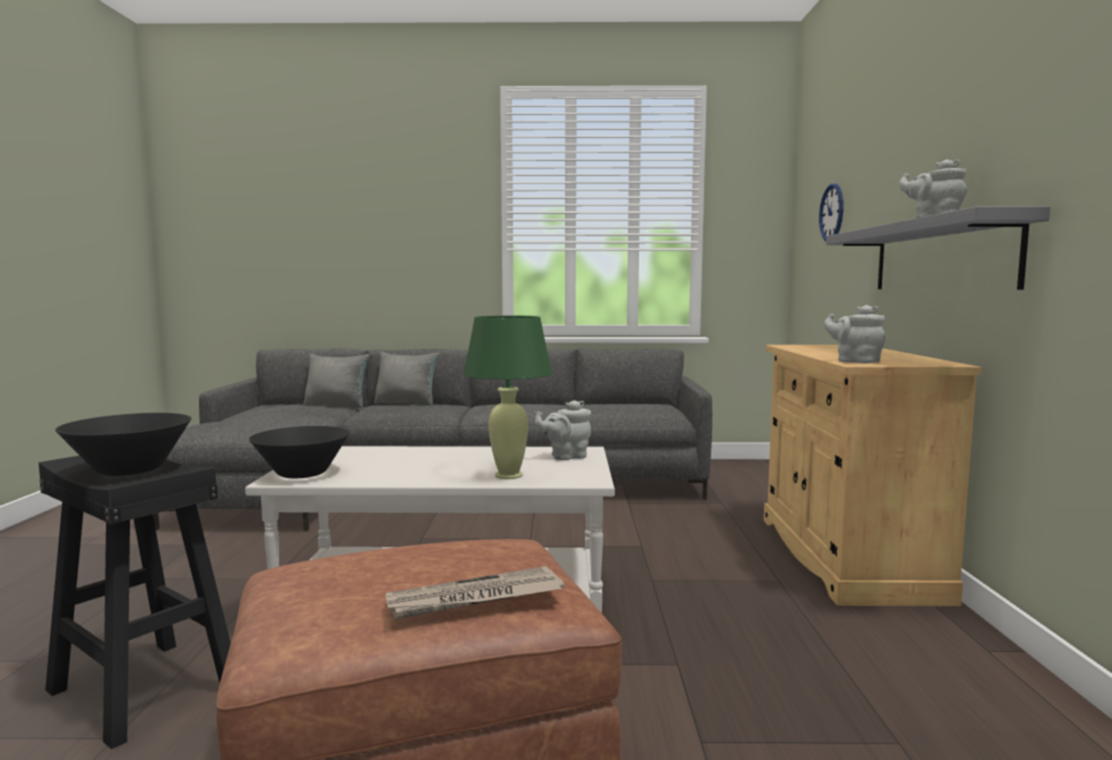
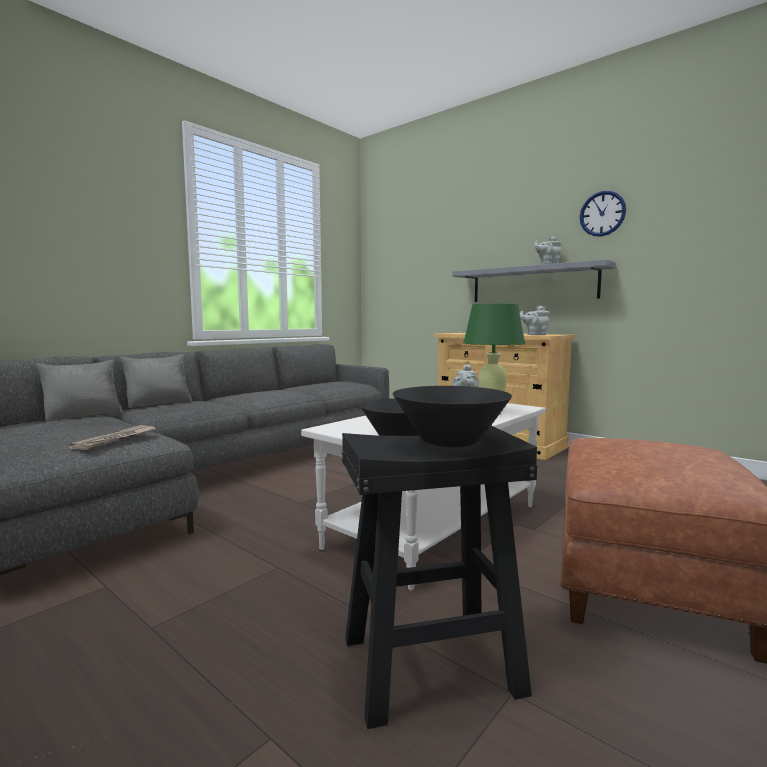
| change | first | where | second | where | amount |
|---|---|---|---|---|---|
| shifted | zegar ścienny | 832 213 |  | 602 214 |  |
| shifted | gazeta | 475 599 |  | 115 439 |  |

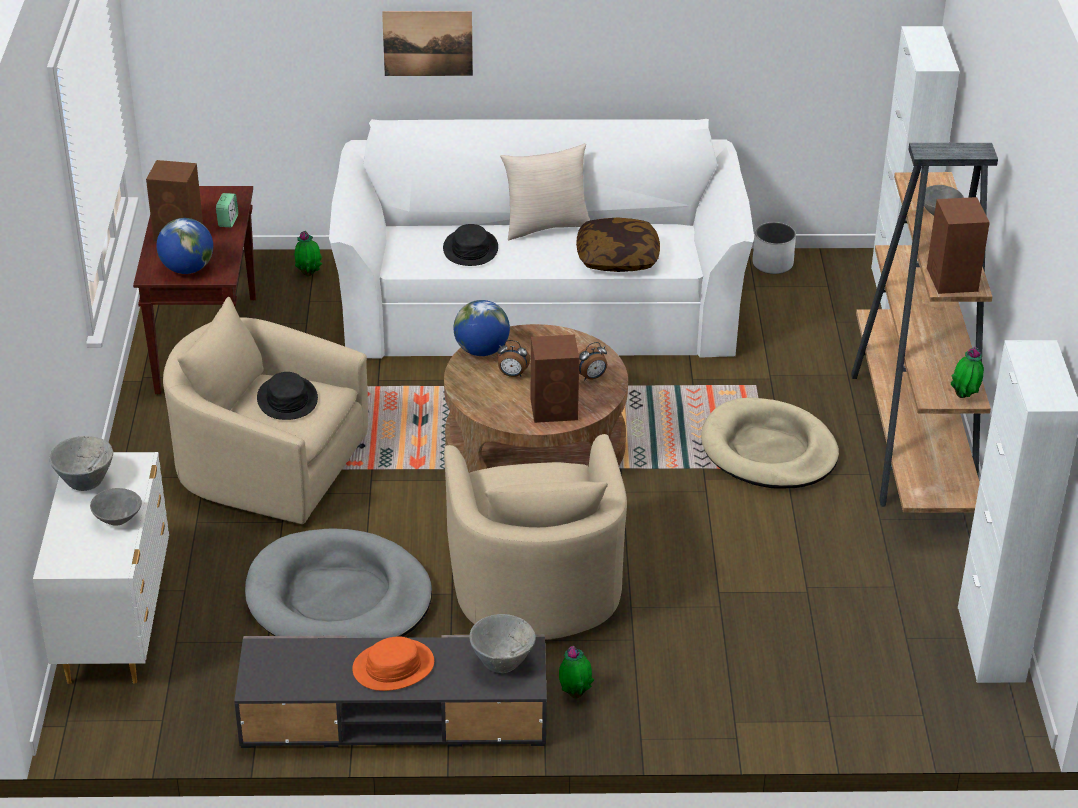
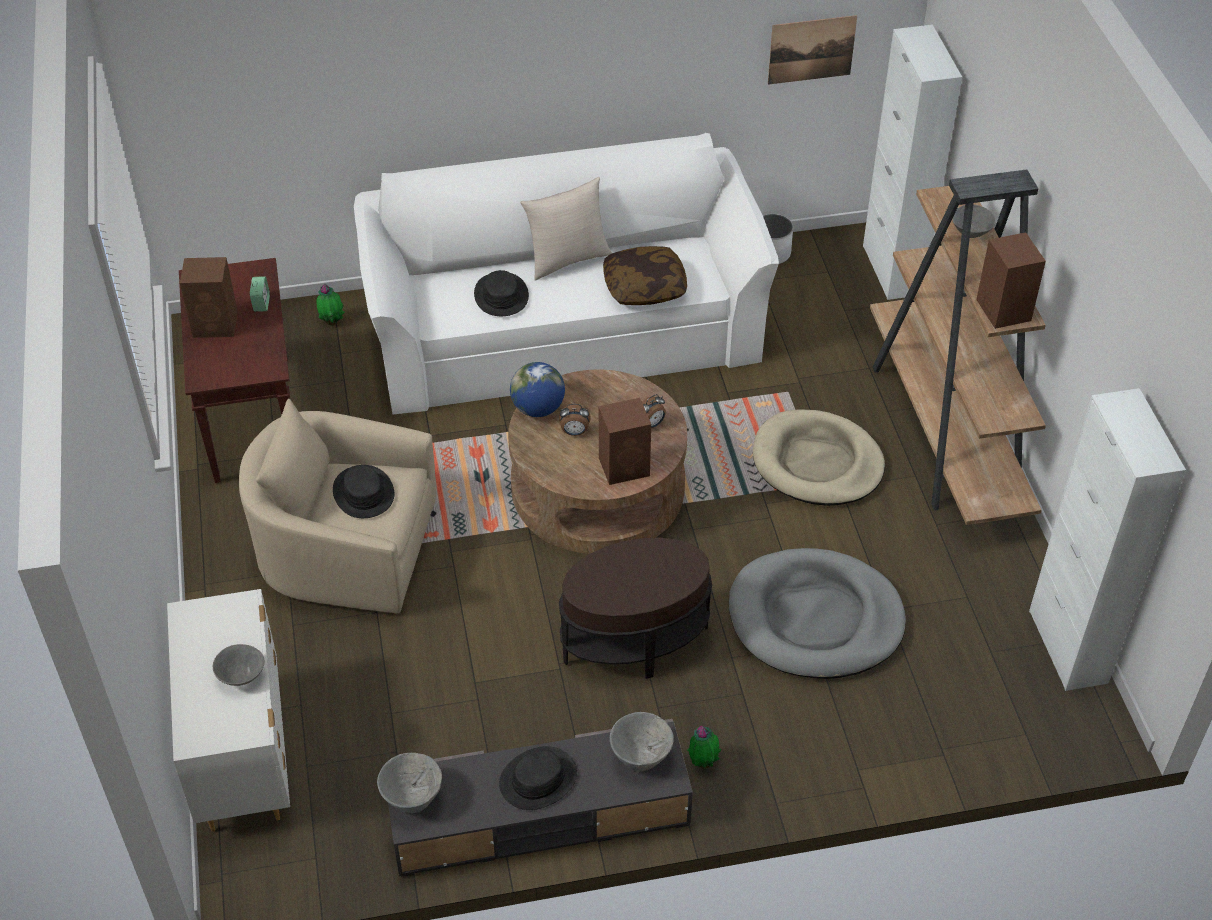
| change | first | where | second | where | amount |
|---|---|---|---|---|---|
| shifted | obraz | 427 43 |  | 811 49 |  |
| gone | globus | 187 269 |  |  |  |
| gone | roślina doniczkowa | 965 397 |  |  |  |
| swapped | fotel [beżowy] | 535 580 | stolik [brązowy] | 635 641 |  |
| shifted | miska [szary] | 85 482 |  | 412 798 |  |
| shifted | legowisko [szary] | 338 598 |  | 815 619 |  |
| repainted | kapelusz [pomarańczowy] | 393 667 | kapelusz [czarny] | 538 779 |  |

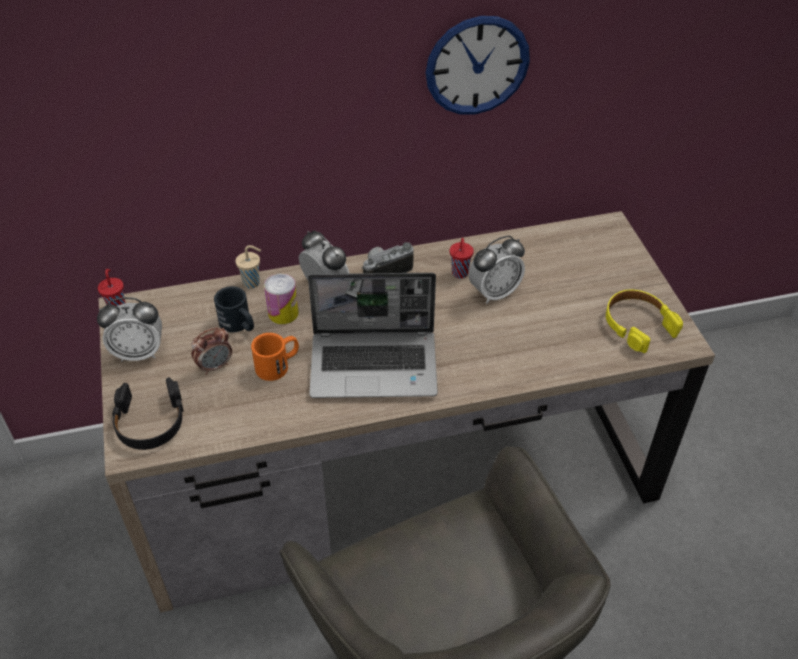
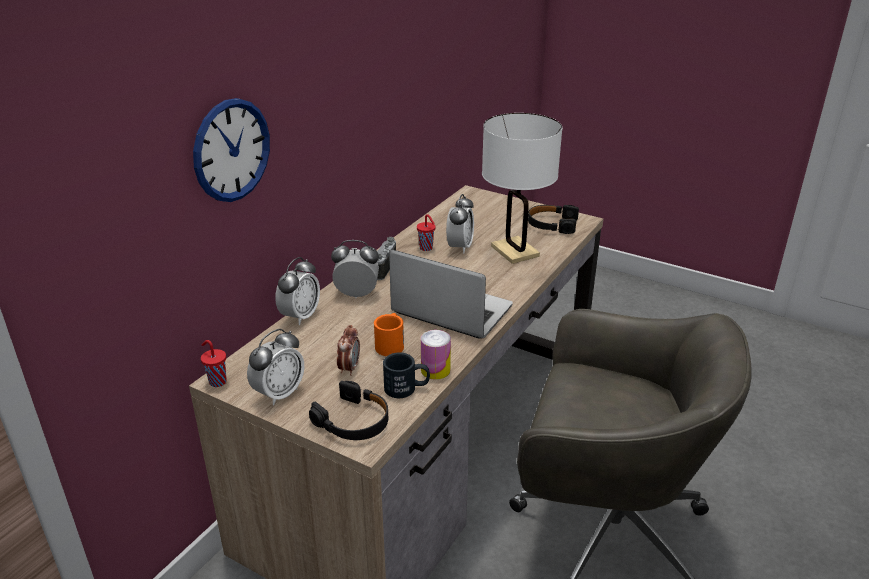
| change | first | where | second | where | amount |
|---|---|---|---|---|---|
| shifted | zegar ścienny | 477 65 |  | 232 150 |  |
| swapped | filiżanka [beżowy] | 252 282 | budzik | 300 316 |  |
| rotated | laptop | 375 364 |  | 450 310 | 105 degrees counterclockwise |
| shifted | puszka | 283 313 |  | 435 370 |  |
| shifted | kubek [czarny] | 239 325 |  | 407 388 |  |
| repainted | słuchawki [żółty] | 637 325 | słuchawki [czarny] | 552 224 |  |
| new |  |  | lampa stołowa [biały] | 514 251 |  |

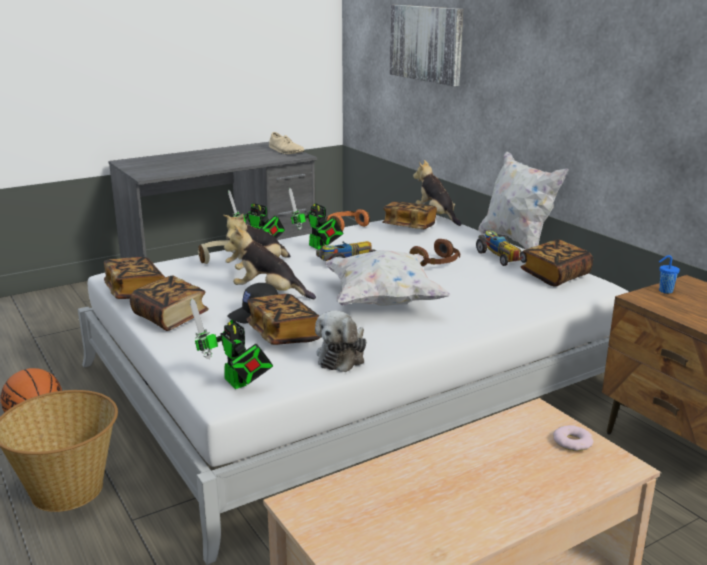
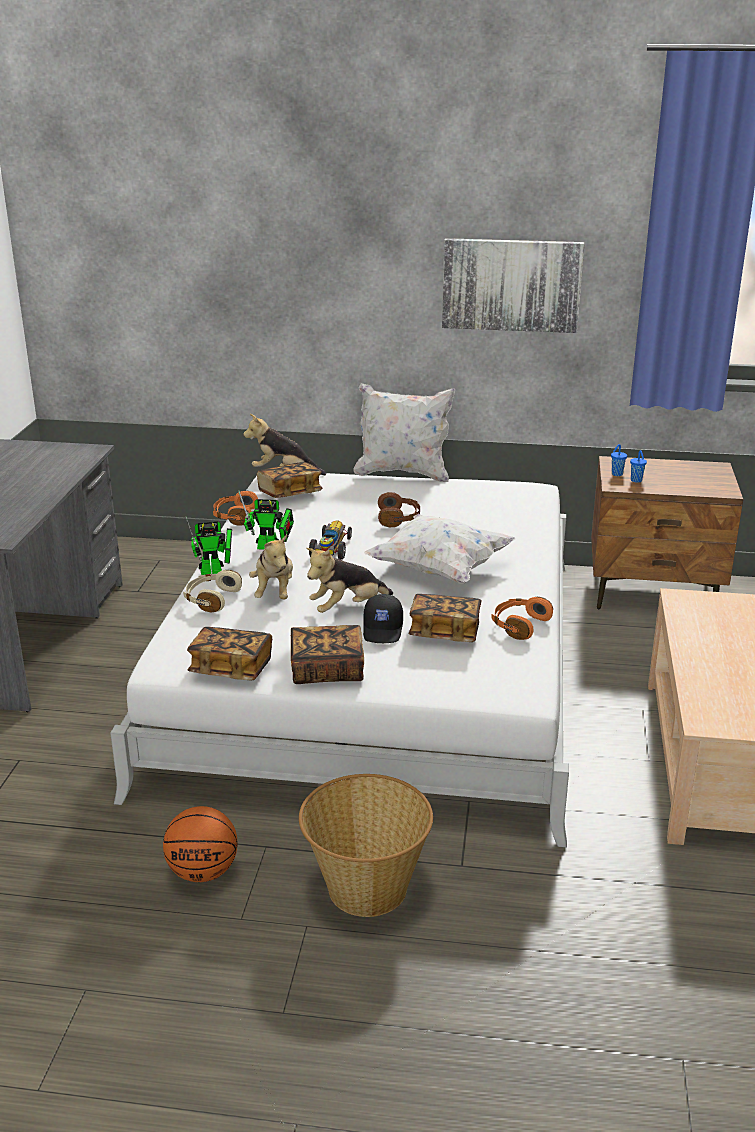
| change | first | where | second | where | amount |
|---|---|---|---|---|---|
| shifted | obraz | 426 43 |  | 511 285 |  |
| gone | but [beżowy] | 286 151 |  |  |  |
| gone | samochodzik | 499 256 |  |  |  |
| gone | książka | 555 276 |  |  |  |
| gone | robot zabawkowy | 237 384 |  |  |  |
| swapped | pluszak | 342 356 | słuchawki [pomarańczowy] | 519 625 |  |
| gone | donut | 572 442 |  |  |  |
| new |  |  | filiżanka [niebieski] | 636 481 |  |

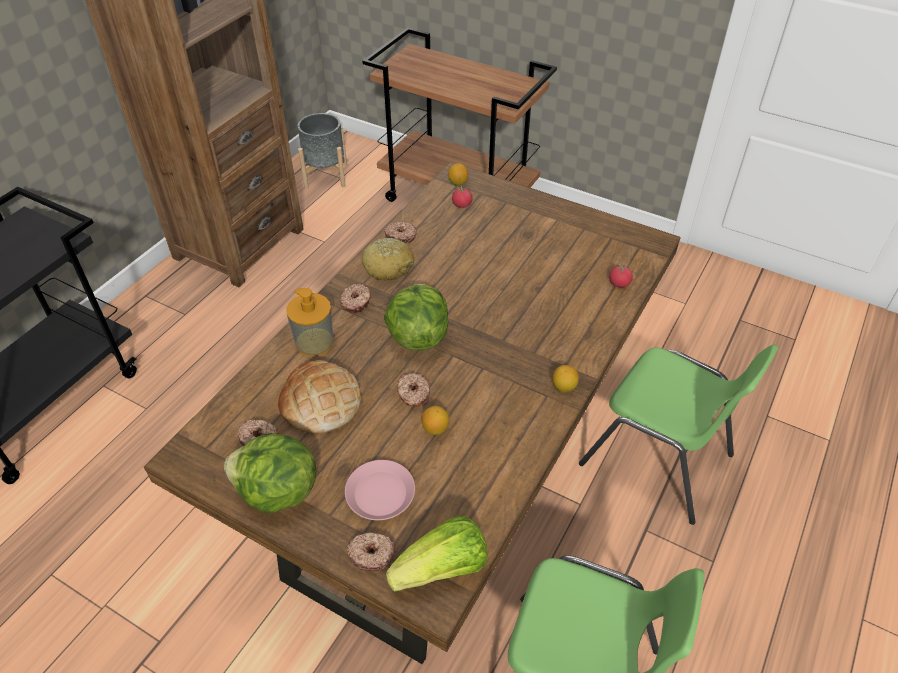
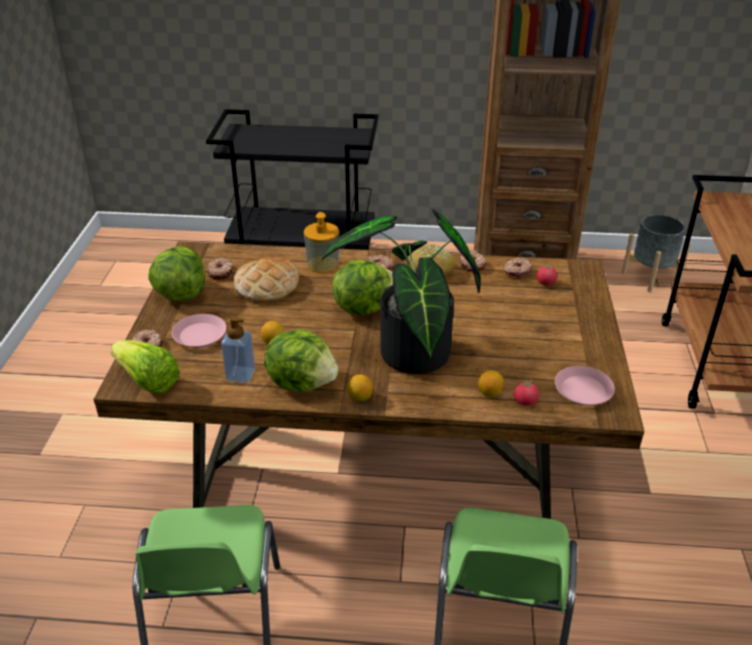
| change | first | where | second | where | amount |
|---|---|---|---|---|---|
| shifted | cytryna | 457 183 |  | 489 393 |  |
| shifted | donut | 413 394 |  | 517 272 |  |
| new |  |  | roślina doniczkowa | 411 358 |  |
| new |  |  | dozownik mydła | 240 375 |  |
| new |  |  | sałata | 302 382 |  |
| new |  |  | talerz [różowy] | 583 390 |  |

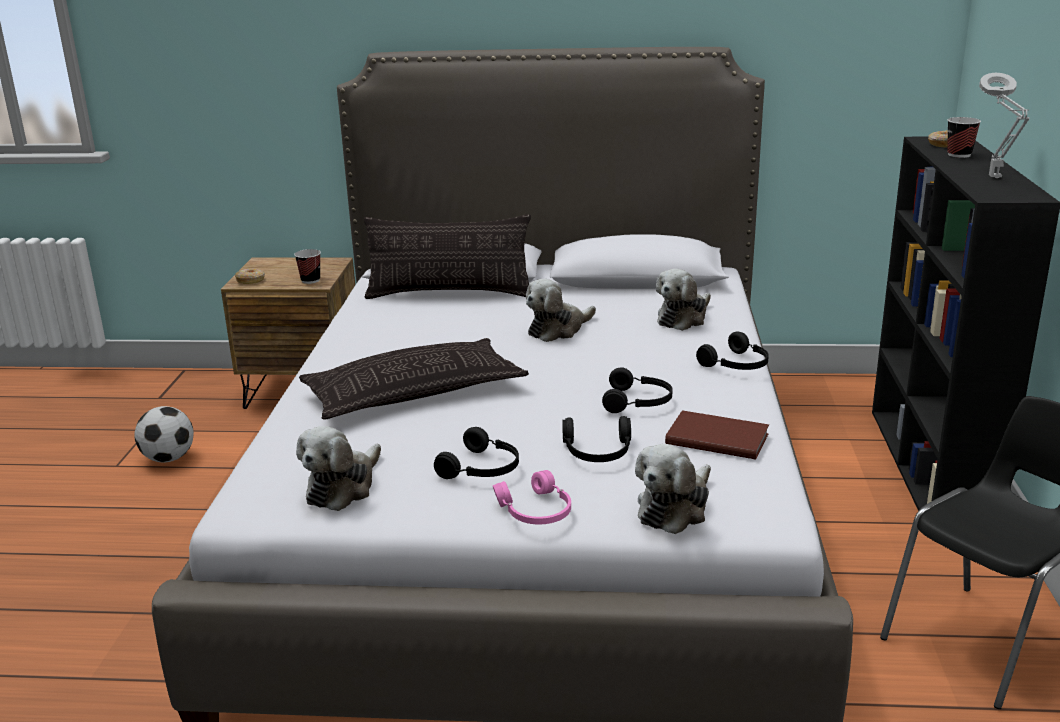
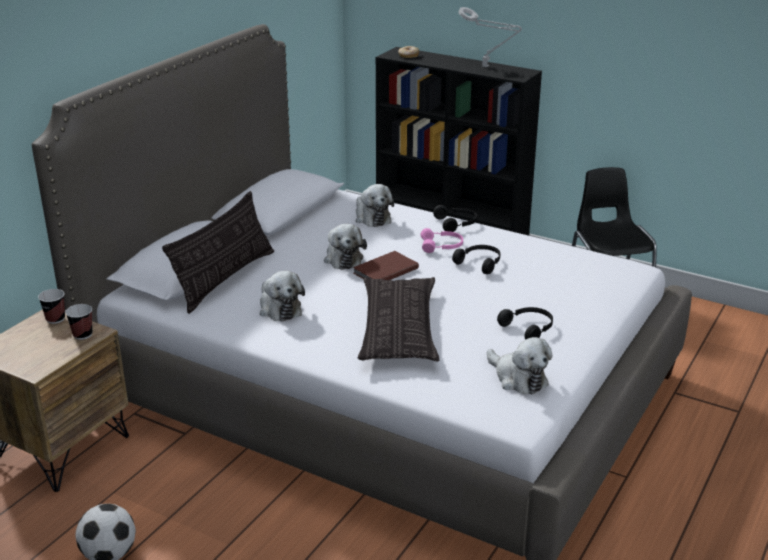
| change | first | where | second | where | amount |
|---|---|---|---|---|---|
| shifted | filiżanka | 959 155 |  | 55 319 |  |
| gone | donut | 251 280 |  |  |  |
| shifted | książka [brązowy] | 716 438 |  | 384 270 |  |
| gone | słuchawki [czarny] | 598 452 |  |  |  |
| shifted | pluszak | 675 508 |  | 279 308 |  |
| shifted | słuchawki [różowy] | 535 511 |  | 442 246 |  |

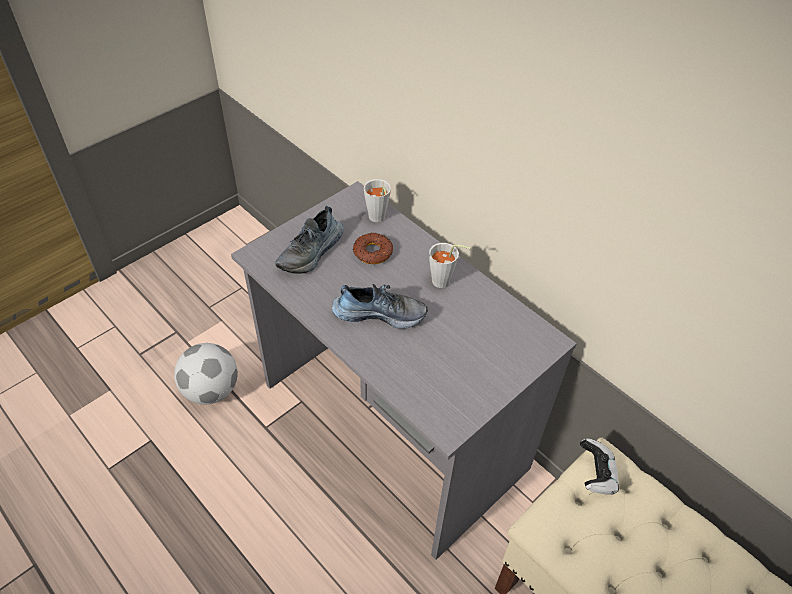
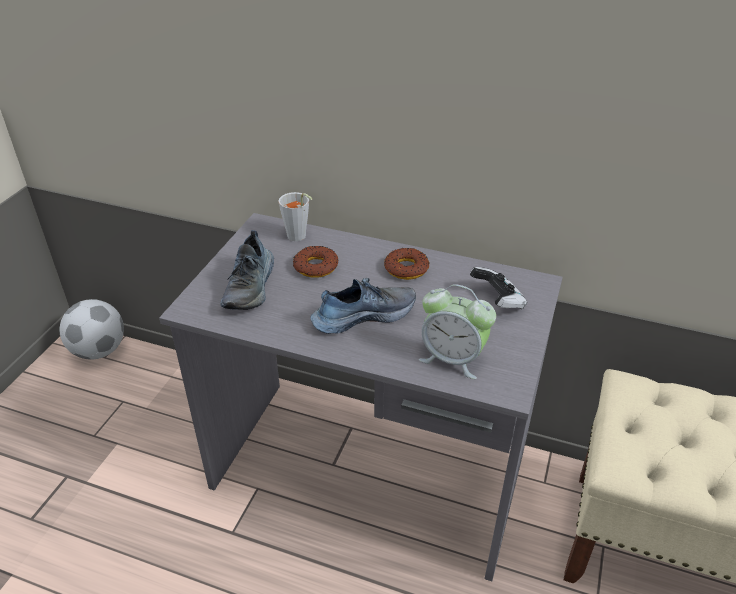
| change | first | where | second | where | amount |
|---|---|---|---|---|---|
| swapped | filiżanka [szary] | 445 282 | donut | 406 268 |  |
| shifted | piłka futbolowa | 211 390 |  | 99 351 |  |
| shifted | pad do gier | 596 474 |  | 497 301 |  |
| new |  |  | budzik | 452 359 |  |

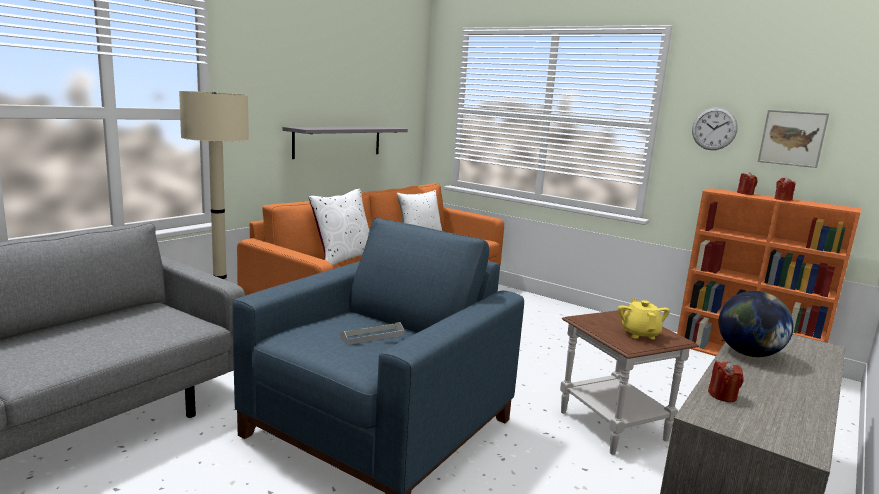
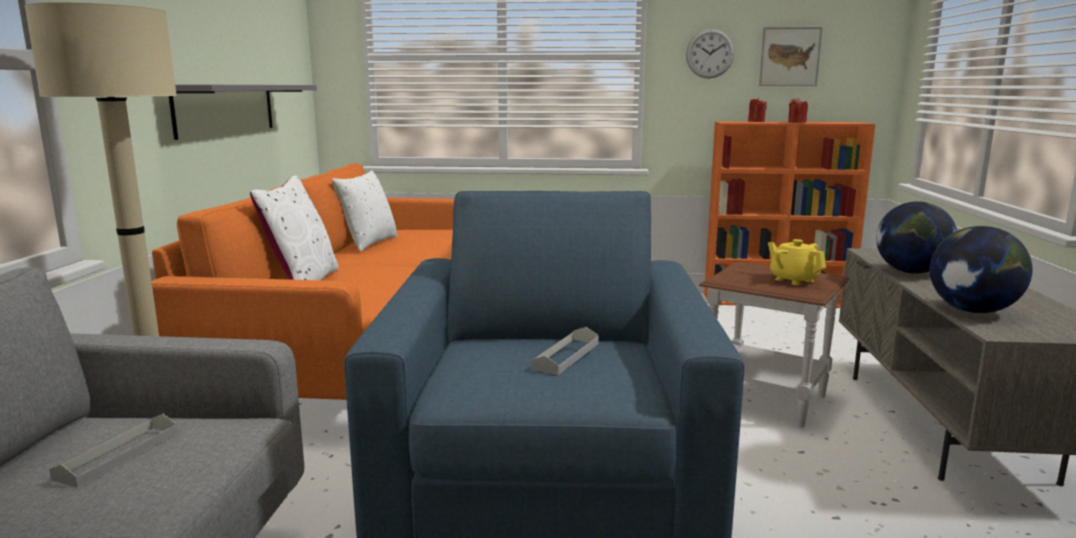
| change | first | where | second | where | amount |
|---|---|---|---|---|---|
| swapped | świeca [czerwony] | 722 395 | globus | 972 311 |  |
| new |  |  | taca [szary] | 118 455 |  |

